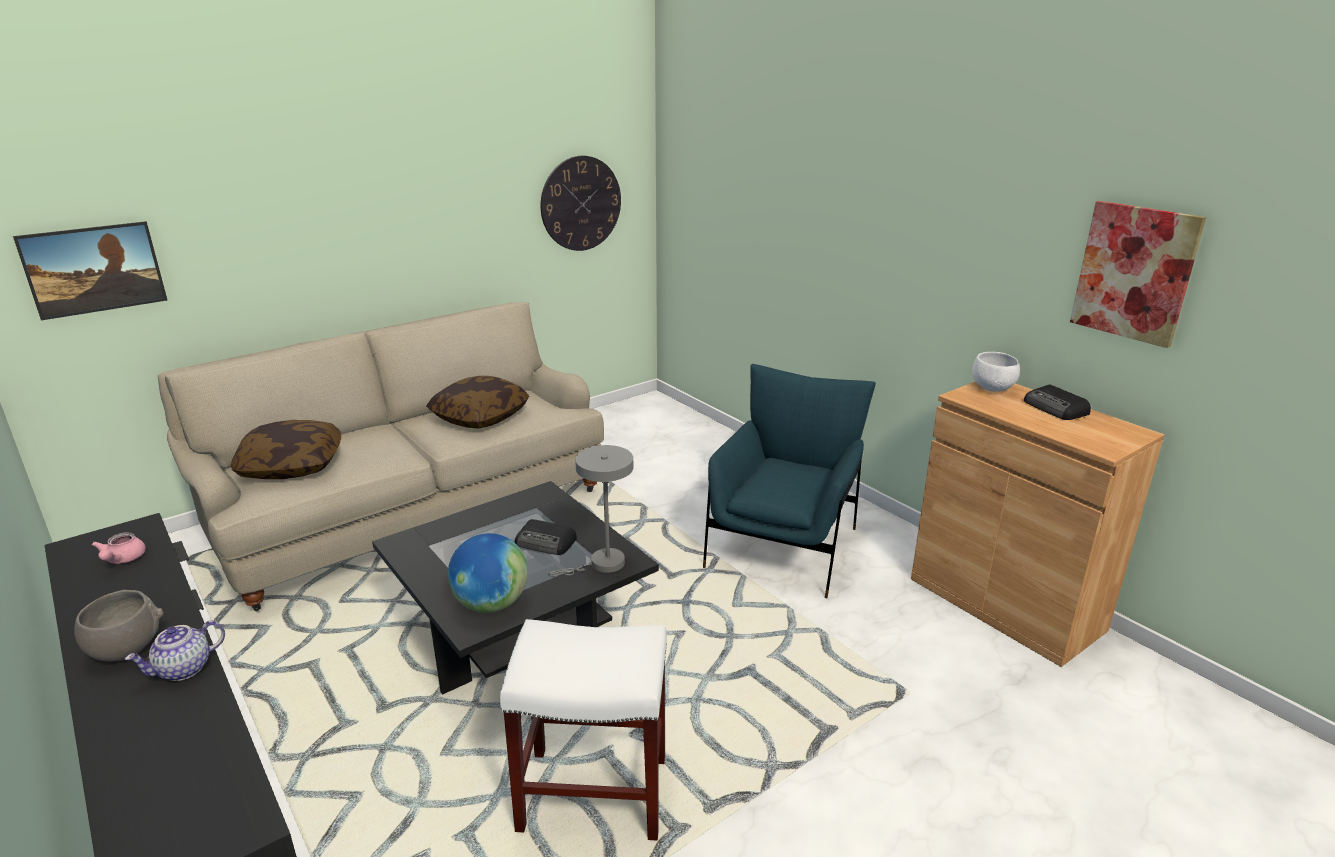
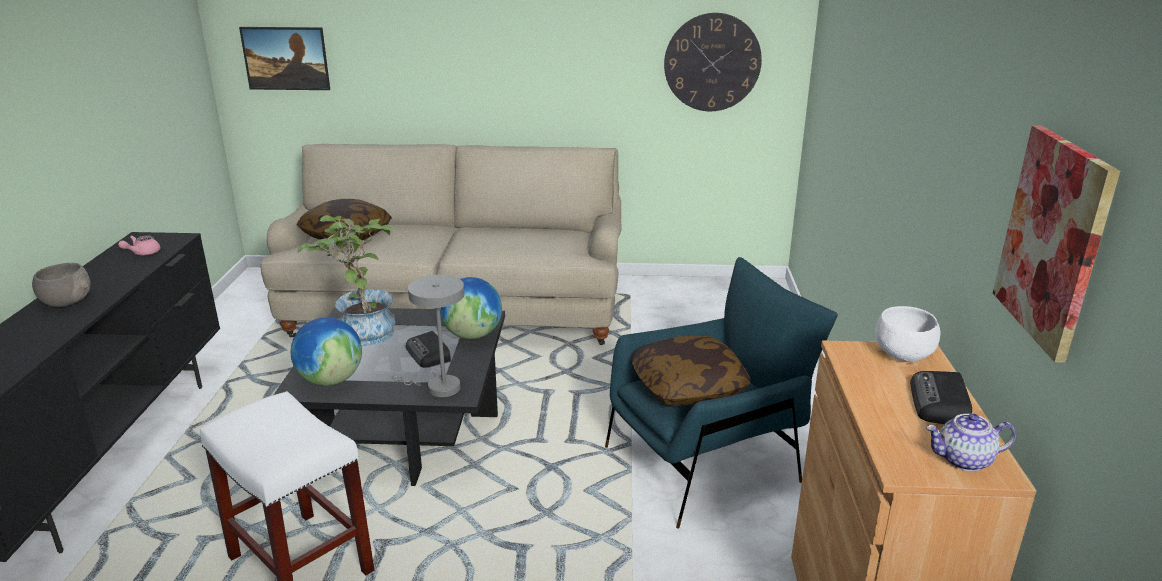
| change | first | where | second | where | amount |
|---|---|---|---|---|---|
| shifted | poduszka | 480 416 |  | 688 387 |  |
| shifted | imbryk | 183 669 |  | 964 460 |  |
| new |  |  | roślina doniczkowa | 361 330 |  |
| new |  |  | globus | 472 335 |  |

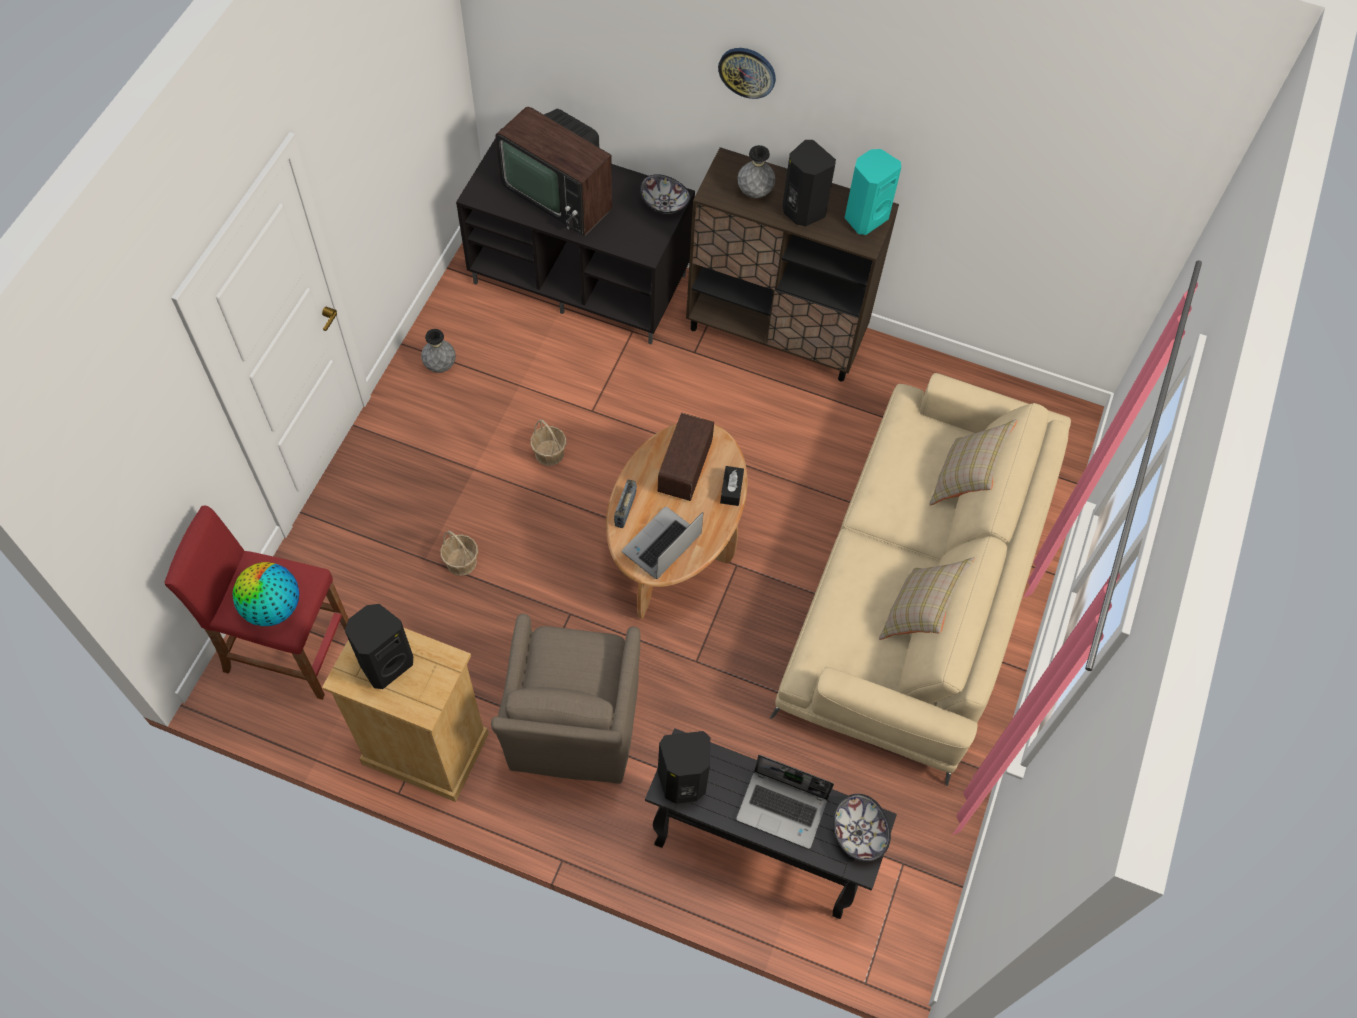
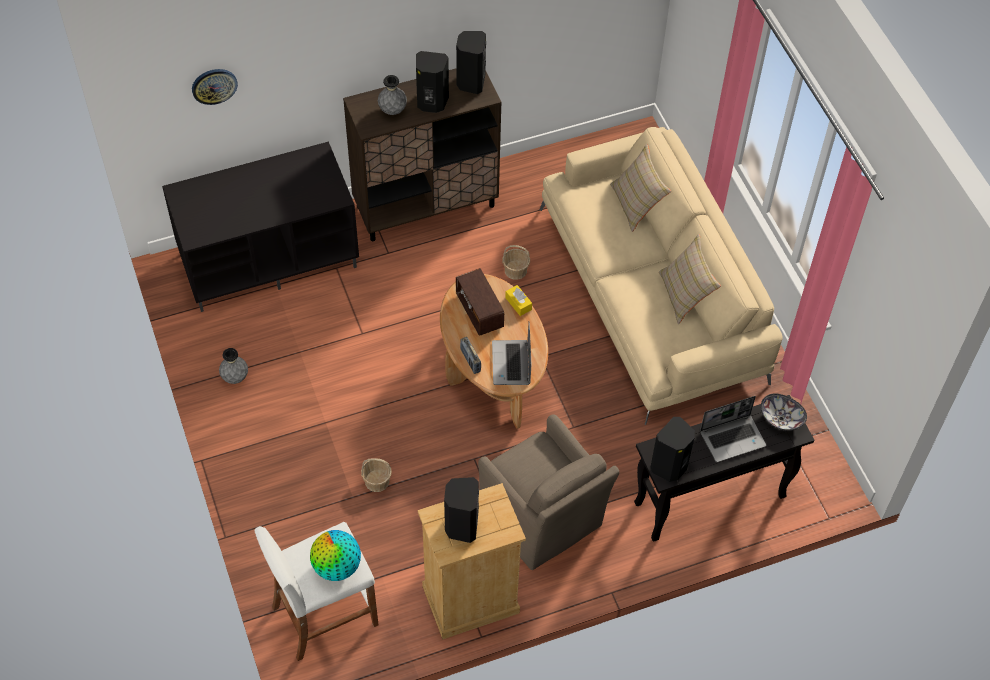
| change | first | where | second | where | amount |
|---|---|---|---|---|---|
| shifted | zegar ścienny | 747 72 |  | 214 85 |  |
| gone | telewizor | 559 191 |  |  |  |
| repainted | głośnik [turkusowy] | 864 217 | głośnik [czarny] | 470 82 |  |
| gone | miska | 665 203 |  |  |  |
| shifted | koszyk | 549 453 |  | 515 270 |  |
| repainted | pudełko chusteczek [czarny] | 731 489 | pudełko chusteczek [żółty] | 518 303 |  |
| repainted | stołek [czerwony] | 287 649 | stołek [biały] | 324 615 |  |

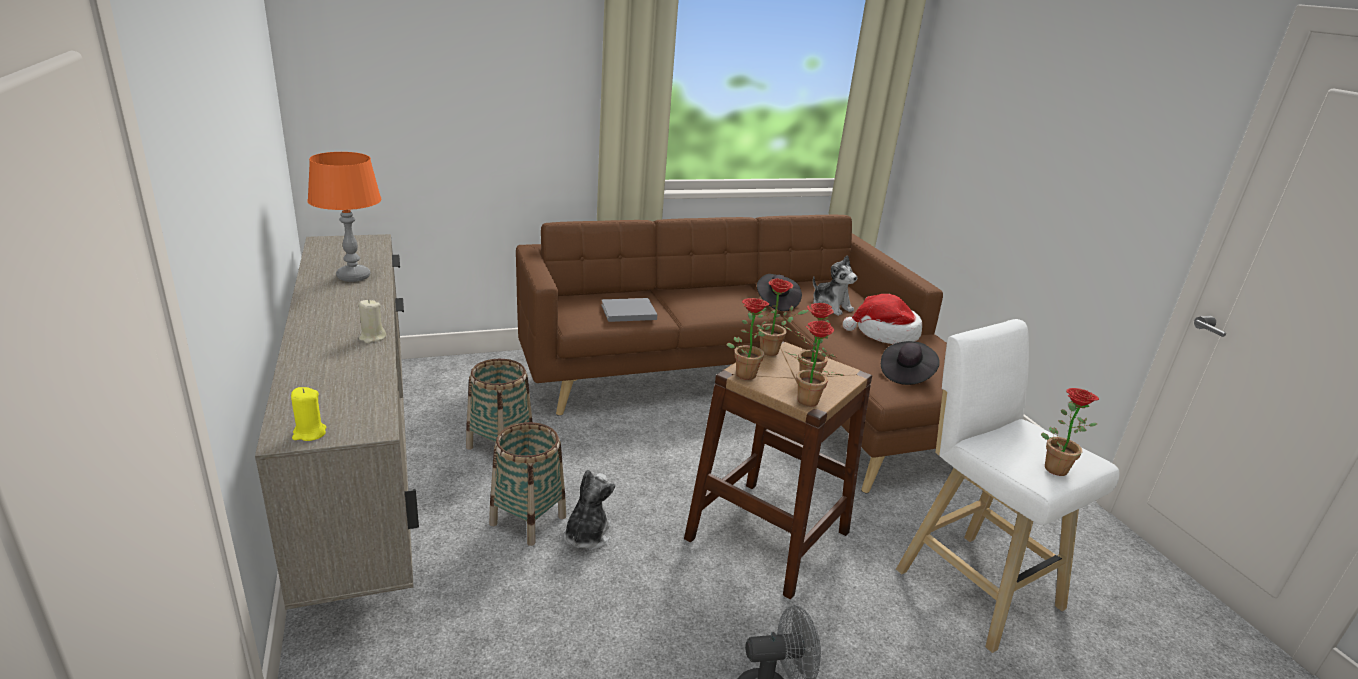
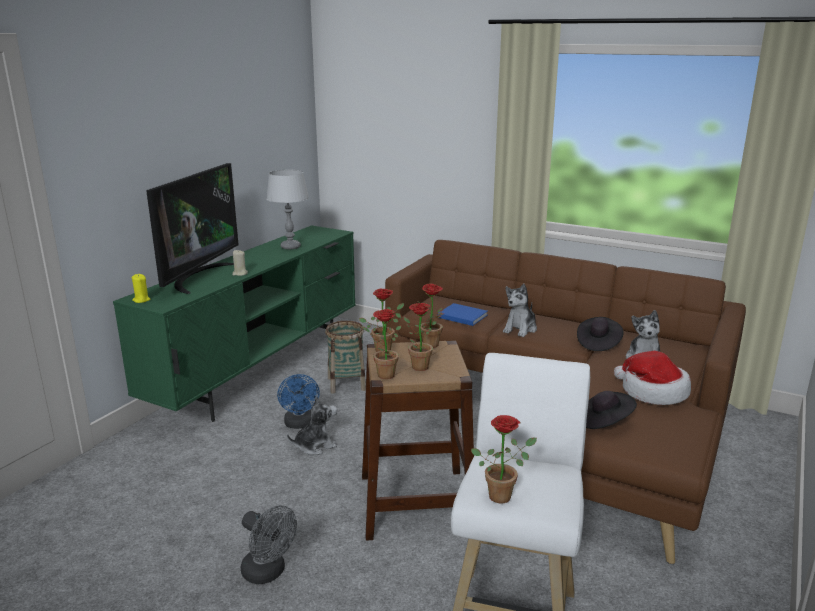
| change | first | where | second | where | amount |
|---|---|---|---|---|---|
| repainted | lampa stołowa [pomarańczowy] | 354 276 | lampa stołowa [szary] | 290 247 |  |
| repainted | szafka pod telewizor [beżowy] | 362 480 | szafka pod telewizor [zielony] | 261 372 |  |
| repainted | książka [szary] | 626 312 | książka [niebieski] | 461 316 |  |
| swapped | koszyk | 528 520 | wentylator [niebieski] | 300 424 |  |
| new |  |  | telewizor | 198 277 |  |
| new |  |  | pluszak | 520 329 |  |

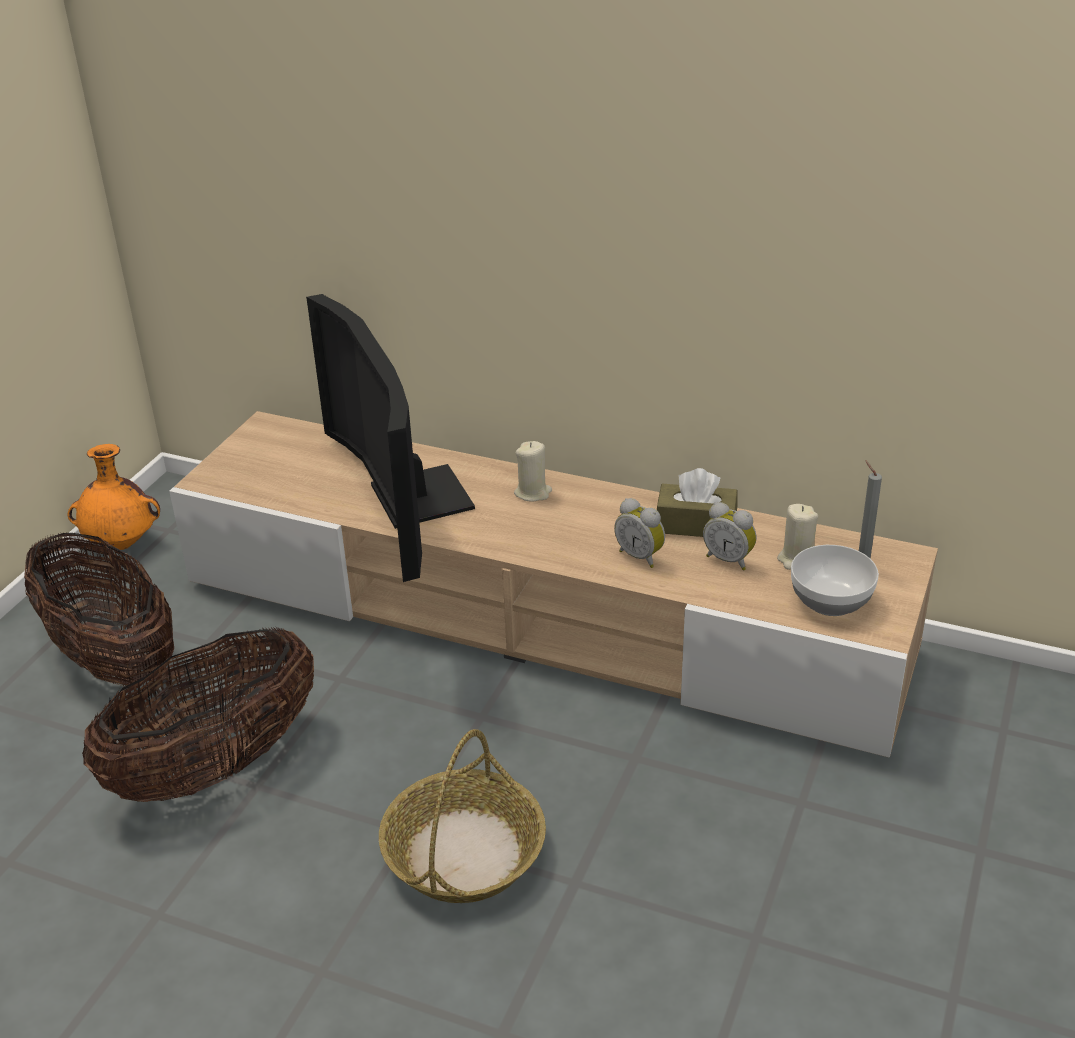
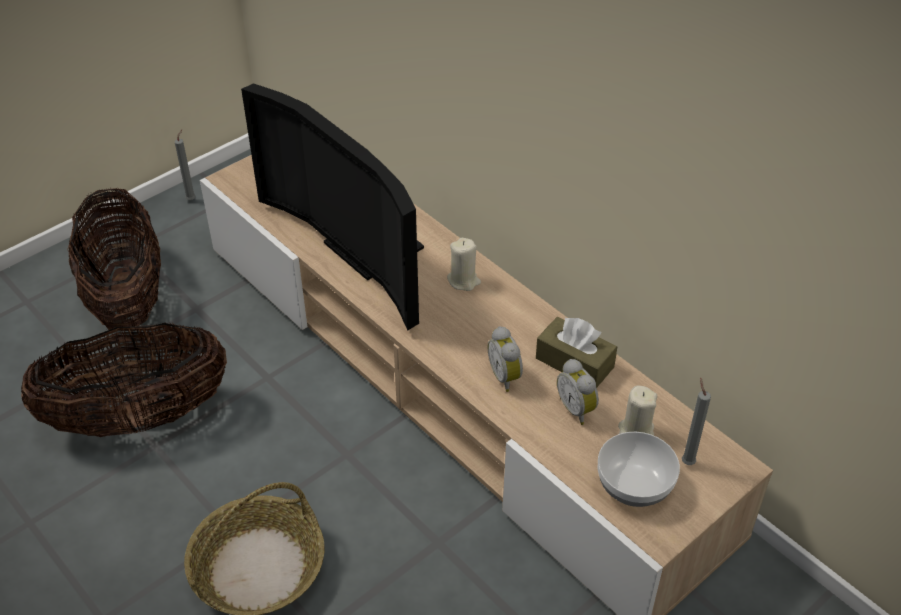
| change | first | where | second | where | amount |
|---|---|---|---|---|---|
| rotated | telewizor | 405 499 |  | 361 251 | 45 degrees counterclockwise |
| swapped | wazon [pomarańczowy] | 123 544 | świeca [szary] | 192 199 |  |

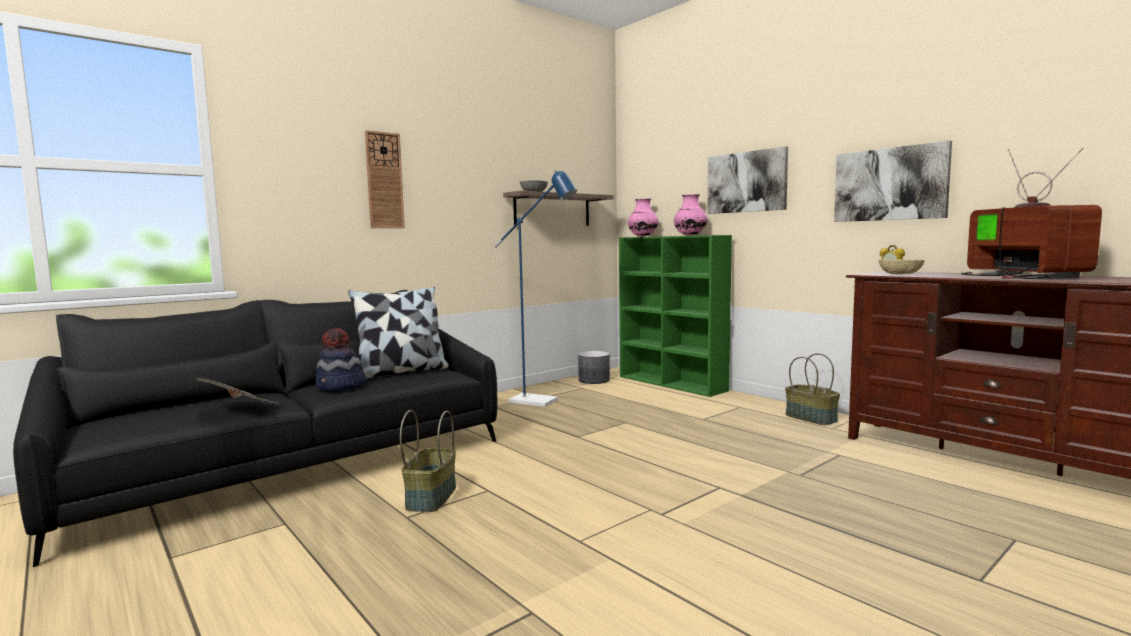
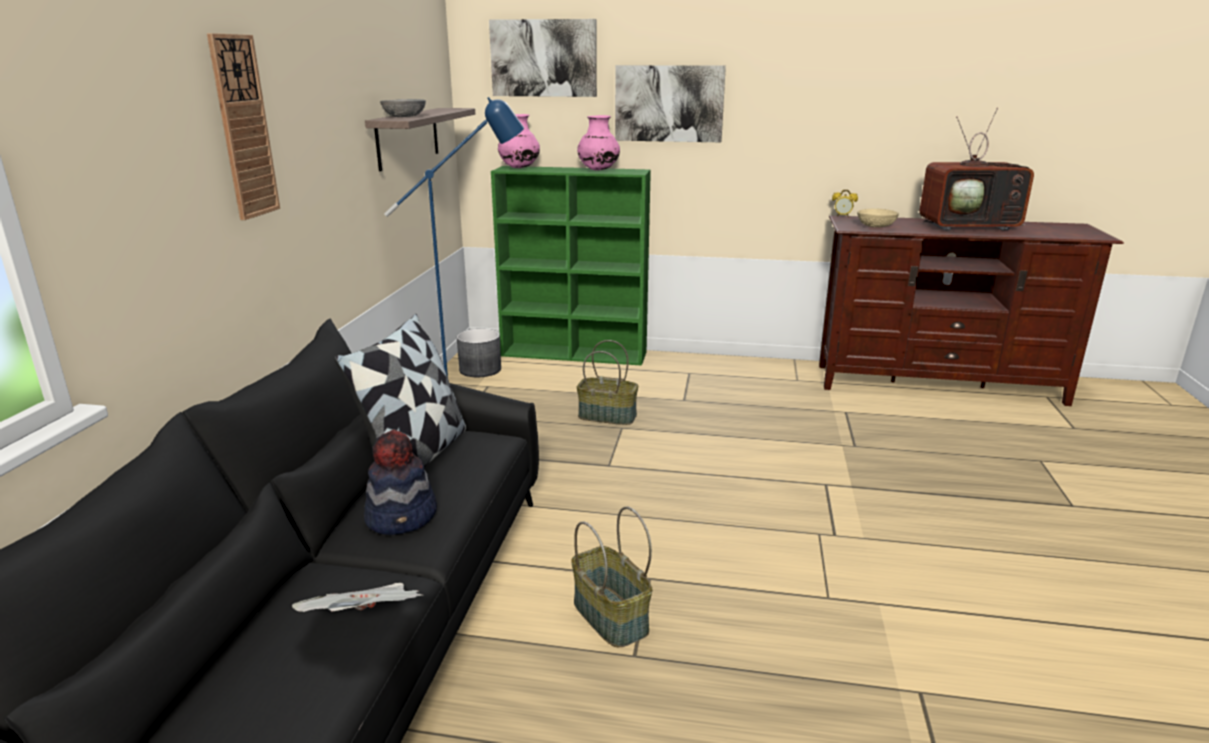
| change | first | where | second | where | amount |
|---|---|---|---|---|---|
| shifted | obraz | 890 184 |  | 544 58 |  |
| rotated | telewizor | 1019 276 |  | 970 226 | 135 degrees clockwise |
| shifted | koszyk | 811 418 |  | 608 416 |  |

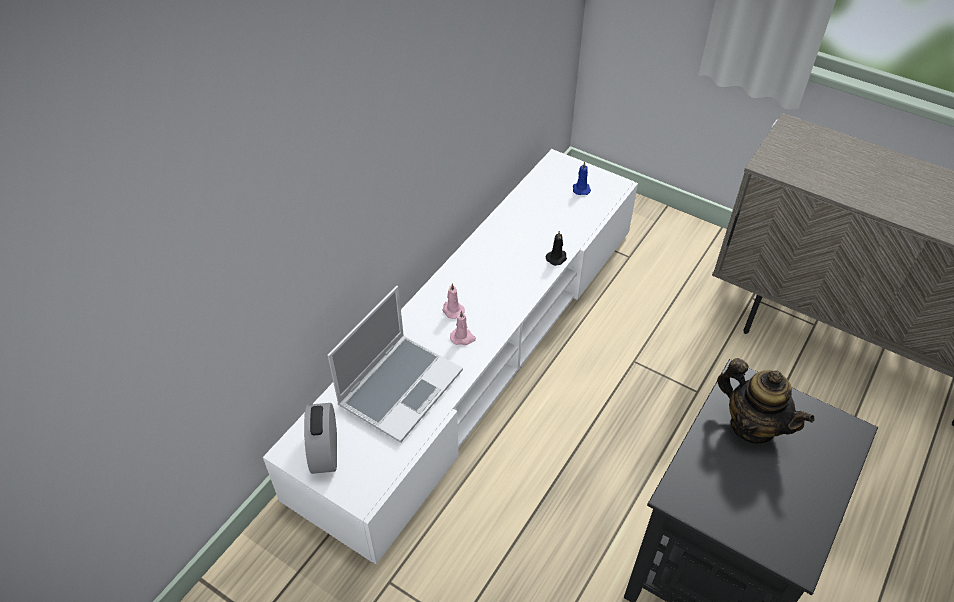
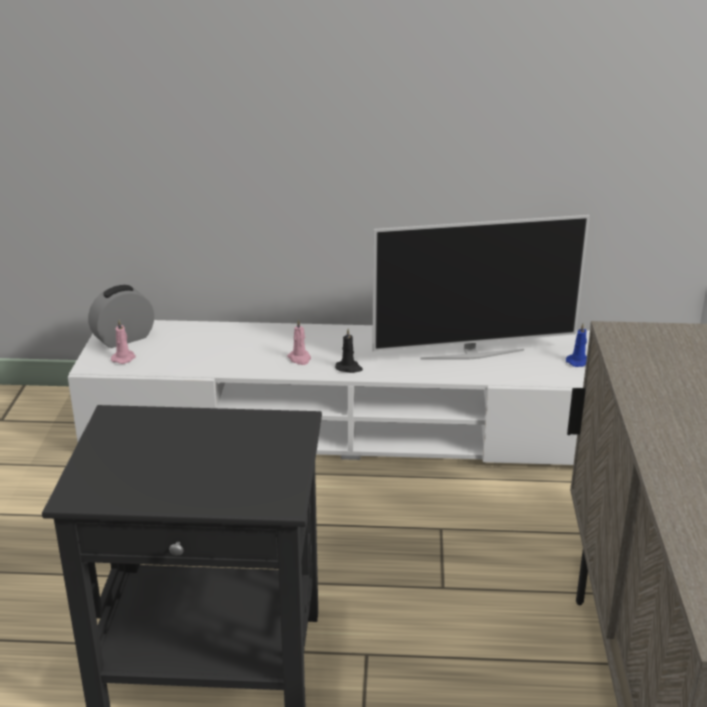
| change | first | where | second | where | amount |
|---|---|---|---|---|---|
| shifted | świeca [czarny] | 557 258 |  | 349 368 |  |
| shifted | świeca [różowy] | 452 310 |  | 124 358 |  |
| gone | laptop | 400 387 |  |  |  |
| gone | imbryk | 752 425 |  |  |  |
| new |  |  | telewizor | 472 354 |  |

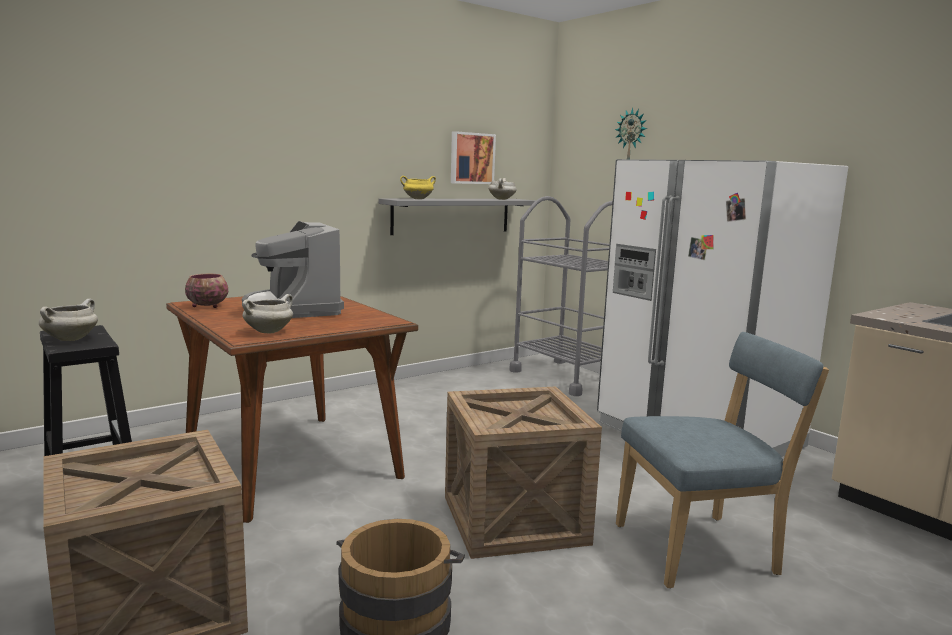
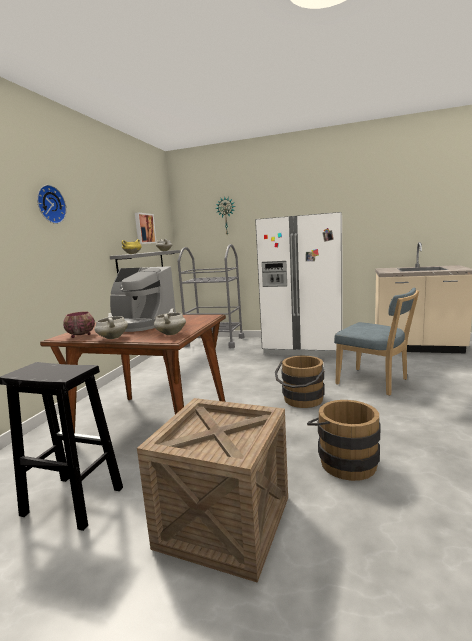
| change | first | where | second | where | amount |
|---|---|---|---|---|---|
| shifted | garnek [biały] | 71 339 |  | 112 338 |  |
| rotated | krzesło [niebieski] | 702 549 |  | 375 382 | 90 degrees clockwise |
| swapped | skrzynka | 514 519 | wiadro [brązowy] | 301 401 |  |
| new |  |  | zegar ścienny | 49 204 |  |

